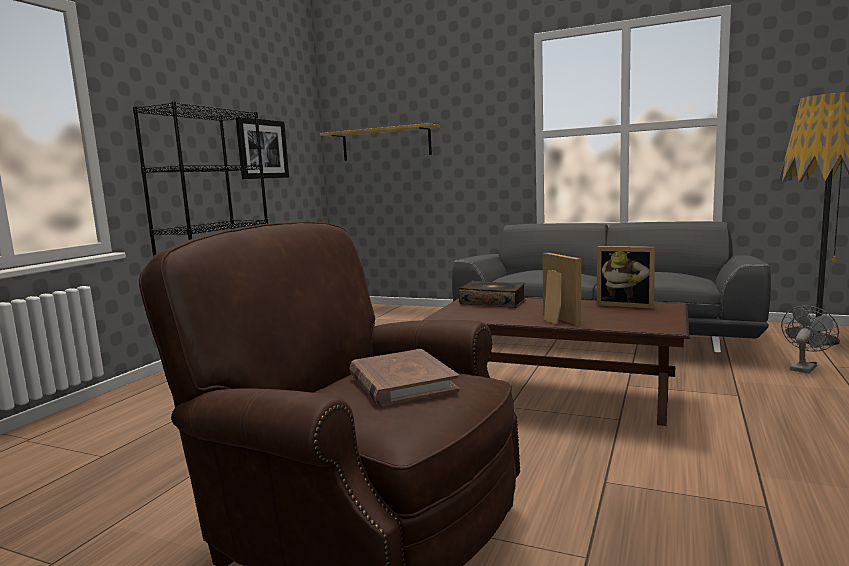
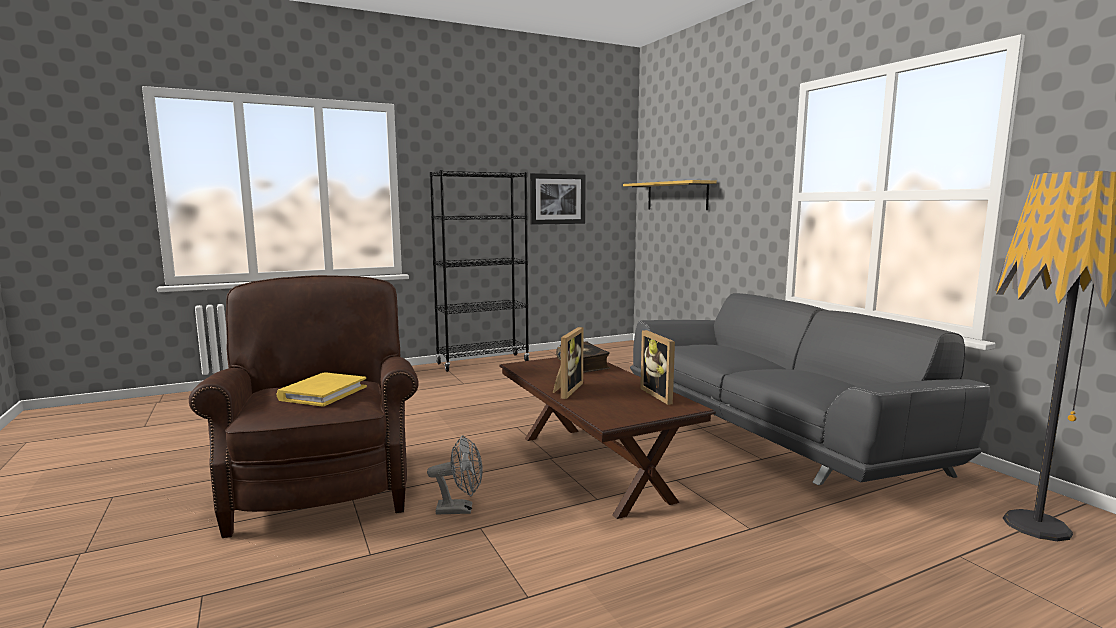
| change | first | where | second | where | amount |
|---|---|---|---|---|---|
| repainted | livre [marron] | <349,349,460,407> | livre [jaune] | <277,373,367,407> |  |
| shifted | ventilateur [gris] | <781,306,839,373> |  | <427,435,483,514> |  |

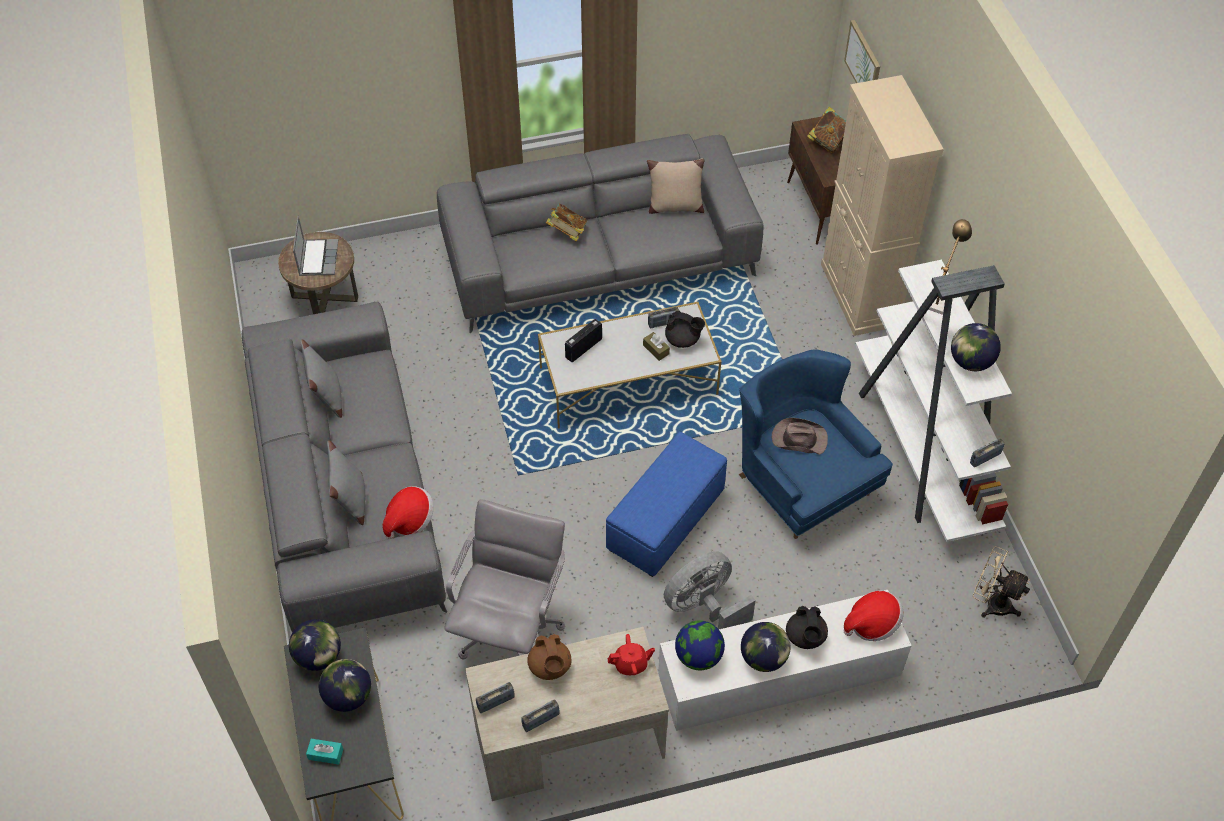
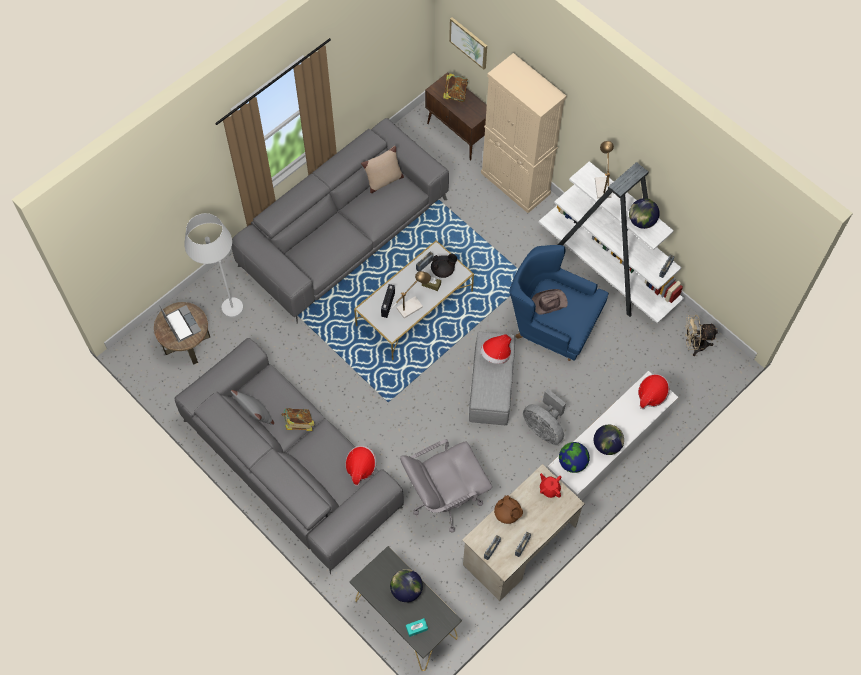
| change | first | where | second | where | amount |
|---|---|---|---|---|---|
| gone | globe | <289,619,341,671> |  |  |  |
| gone | coussin [gris] | <327,440,365,525> |  |  |  |
| rotated | chaise de bureau [gris] | <444,500,565,660> |  | <400,439,492,533> | 105 degrees counterclockwise |
| shifted | livre | <546,203,588,242> |  | <282,408,315,431> |  |
| repainted | pouf [bleu] | <606,432,727,577> | pouf [gris] | <469,331,516,425> |  |
| rotated | théière [rouge] | <608,634,655,675> |  | <540,473,561,498> | 90 degrees counterclockwise |
| rotated | ventilateur [gris] | <664,551,756,629> |  | <523,389,566,445> | 75 degrees counterclockwise |
| gone | théière [noir] | <786,606,828,649> |  |  |  |
| new |  |  | lampadaire [blanc] | <184,213,243,318> |  |
| new |  |  | lampe de table | <392,271,431,318> |  |
| new |  |  | chapeau | <480,334,512,364> |  |

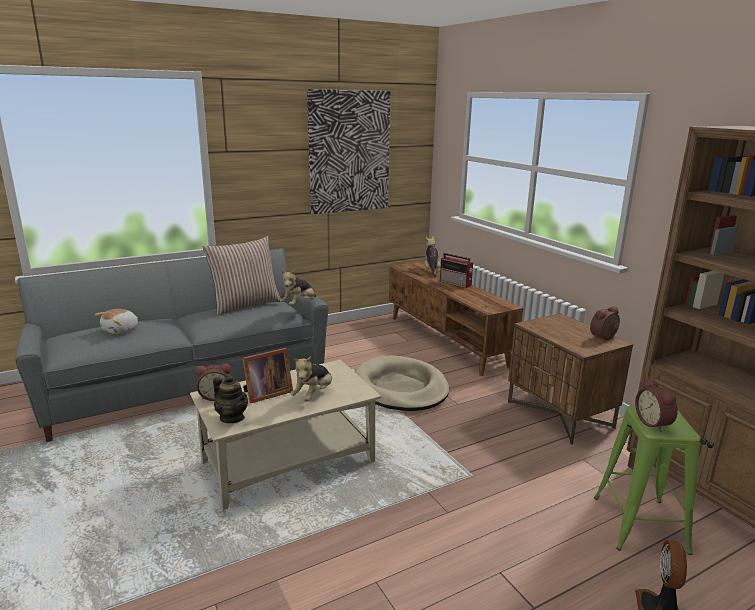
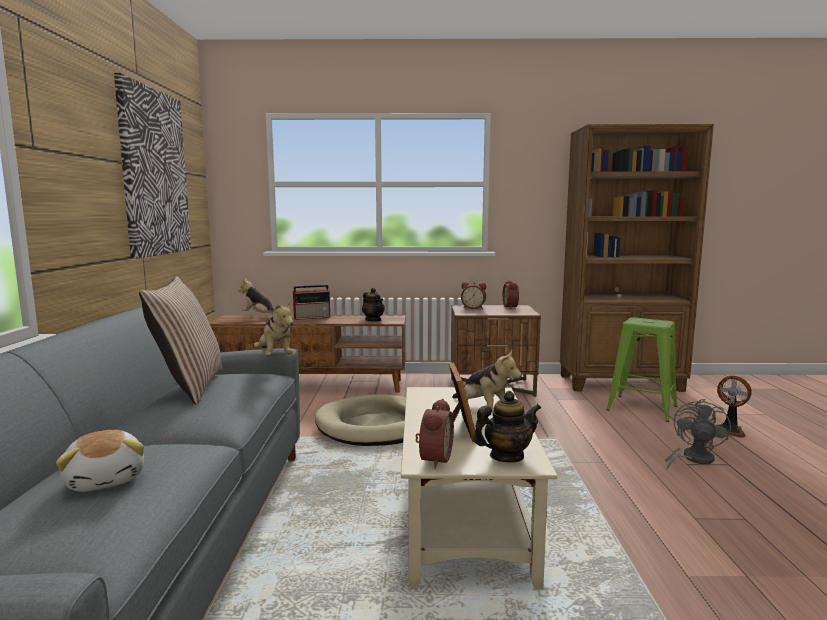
| change | first | where | second | where | amount |
|---|---|---|---|---|---|
| shifted | réveil | <635,378,678,432> |  | <461,282,486,309> |  |
| new |  |  | théière | <362,288,385,322> |  |
| new |  |  | ventilateur [gris] | <665,399,731,469> |  |

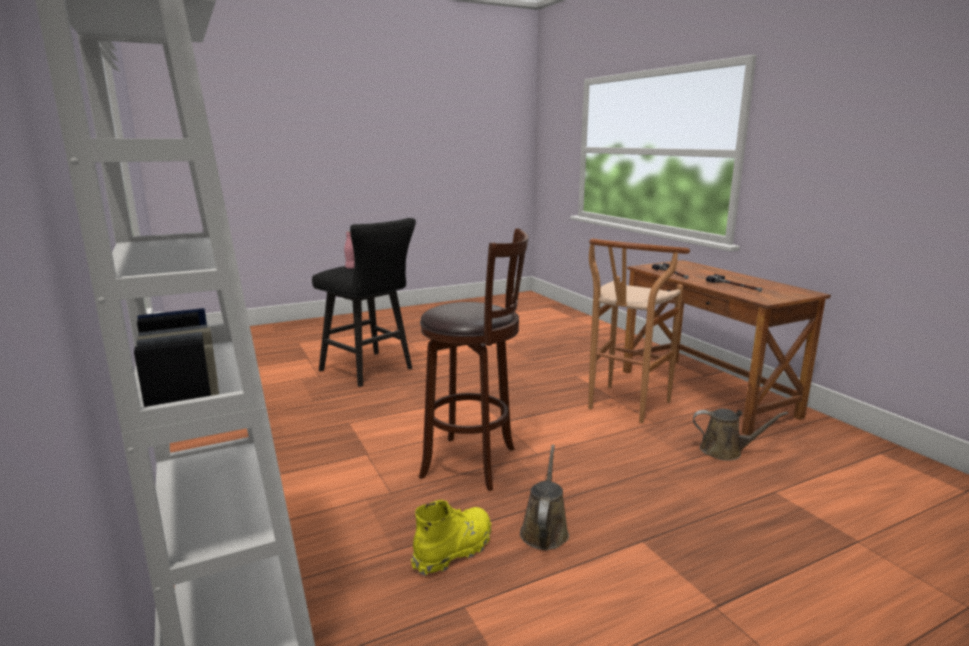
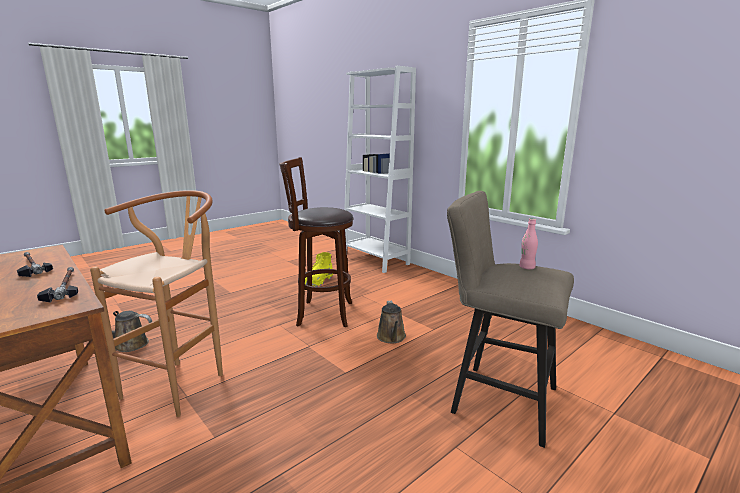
| change | first | where | second | where | amount |
|---|---|---|---|---|---|
| repainted | tabouret [noir] | <312,218,416,387> | tabouret [beige] | <447,191,574,448> |  |
| shifted | arrosoir [marron] | <520,444,569,550> |  | <377,300,406,343> |  |

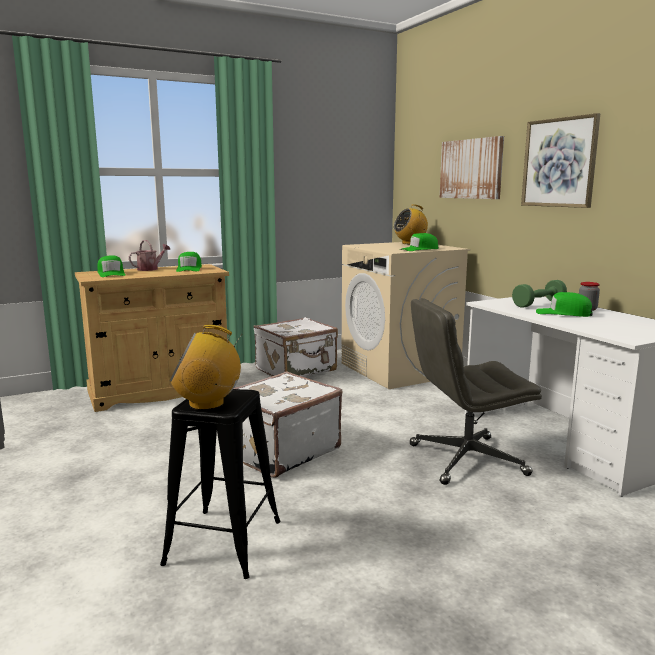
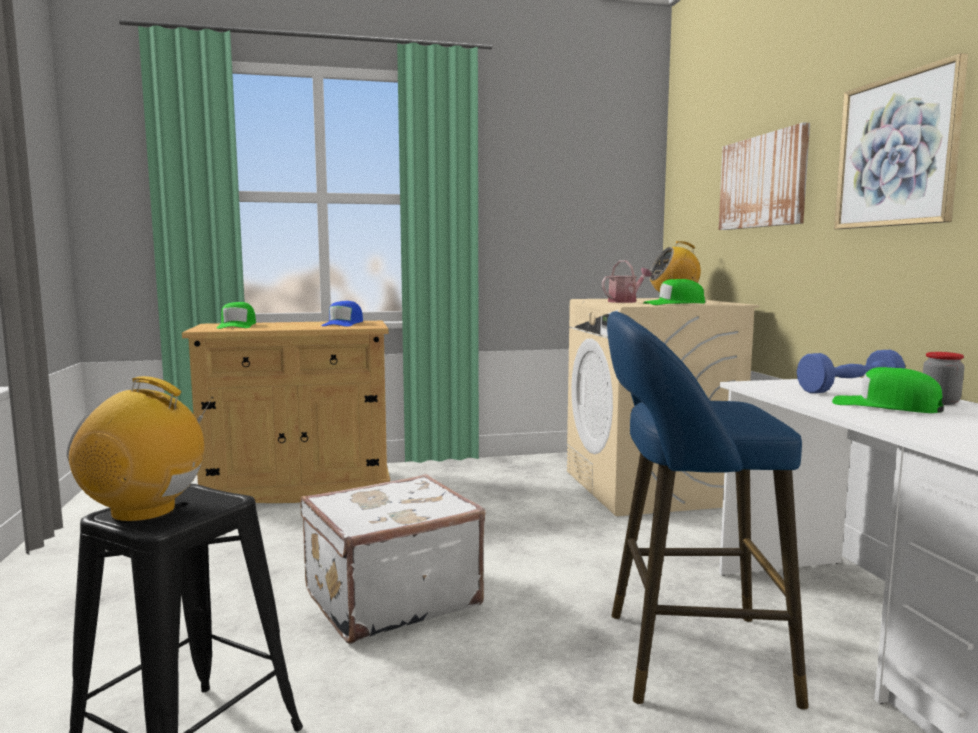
| change | first | where | second | where | amount |
|---|---|---|---|---|---|
| shifted | arrosoir | <129,240,170,271> |  | <602,261,652,303> |  |
| repainted | casquette [vert] | <176,252,202,272> | casquette [bleu] | <321,301,363,327> |  |
| gone | valise [blanc] | <254,317,338,377> |  |  |  |
| swapped | chaise de bureau [gris] | <409,298,542,485> | tabouret [bleu] | <607,311,808,709> |  |
| repainted | haltère [vert] | <512,280,567,307> | haltère [bleu] | <797,350,905,393> |  |

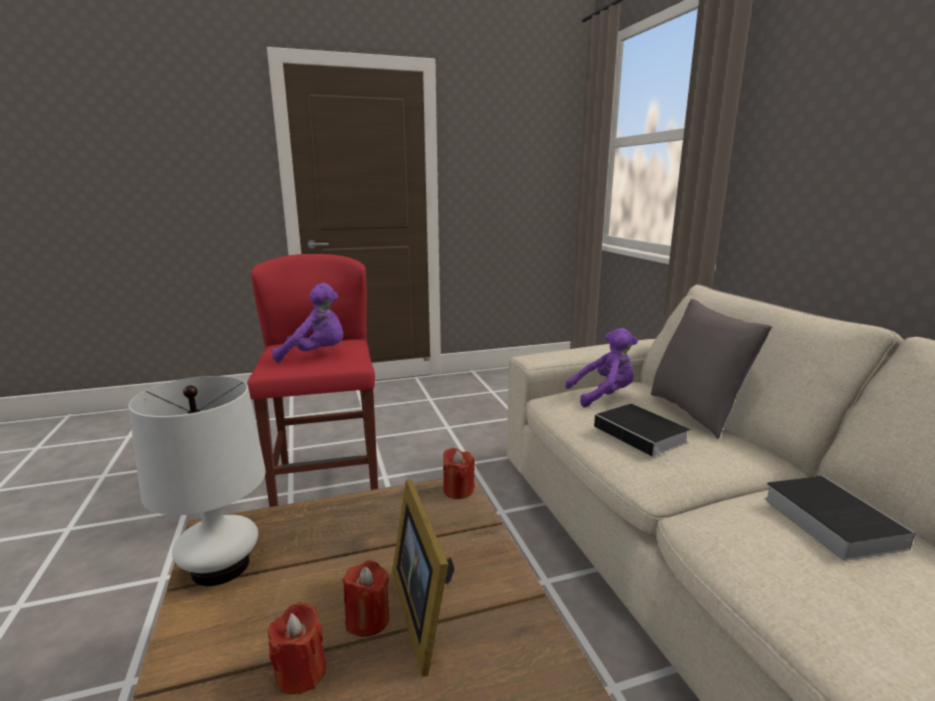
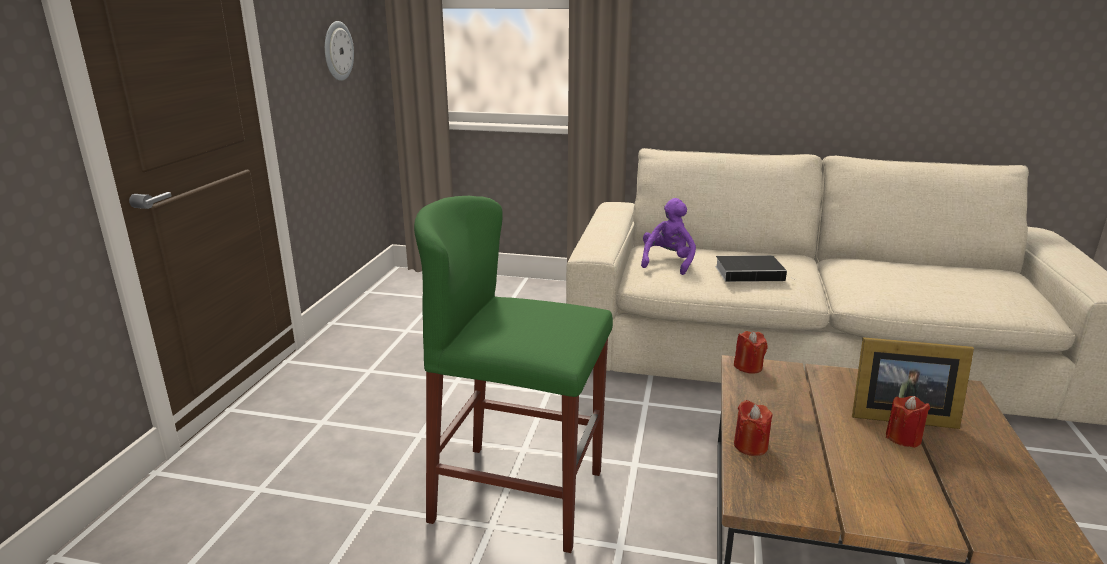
| change | first | where | second | where | amount |
|---|---|---|---|---|---|
| gone | lampe de table [blanc] | <128,376,266,586> |  |  |  |
| repainted | tabouret [rouge] | <247,254,378,507> | tabouret [vert] | <414,196,613,553> |  |
| shifted | bougie [rouge] | <267,602,326,695> |  | <734,400,773,456> |  |
| gone | peluche [violet] | <272,283,343,362> |  |  |  |
| gone | coussin [gris] | <651,299,772,439> |  |  |  |
| gone | livre | <764,476,915,561> |  |  |  |
| new |  |  | horloge murale | <325,21,354,81> |  |

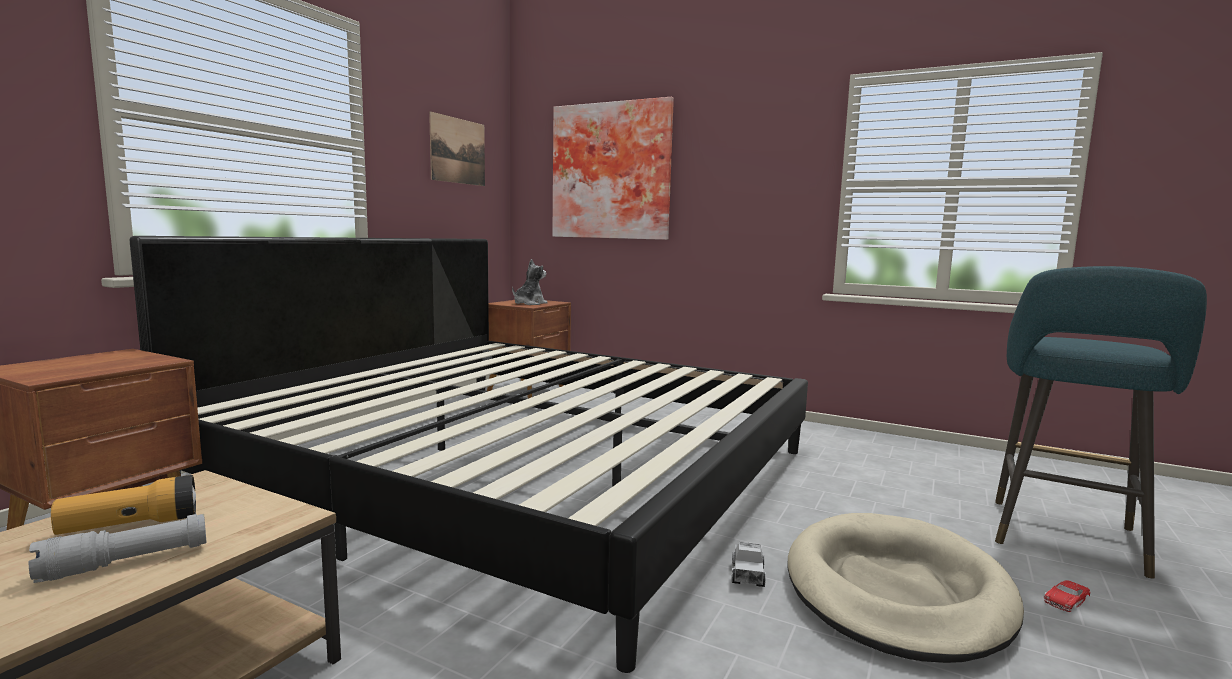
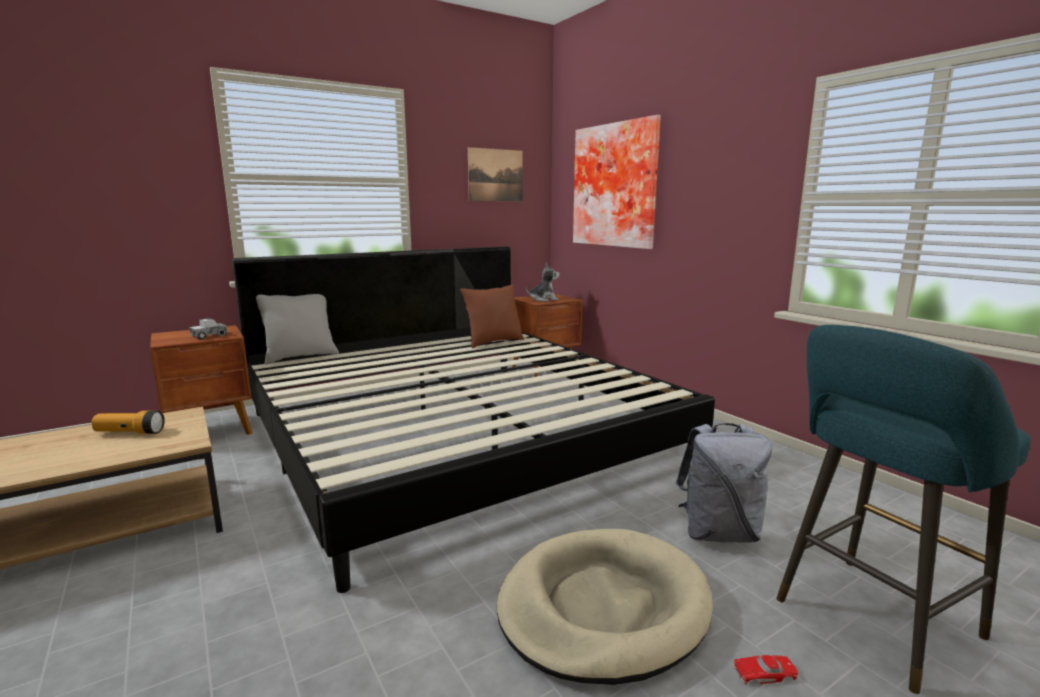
| change | first | where | second | where | amount |
|---|---|---|---|---|---|
| gone | lampe de poche [gris] | <28,514,207,583> |  |  |  |
| shifted | camion jouet | <732,542,766,587> |  | <189,318,228,339> |  |
| new |  |  | coussin [gris] | <256,294,339,365> |  |
| new |  |  | coussin [marron] | <460,285,524,348> |  |
| new |  |  | sac à dos [gris] | <676,423,772,543> |  |

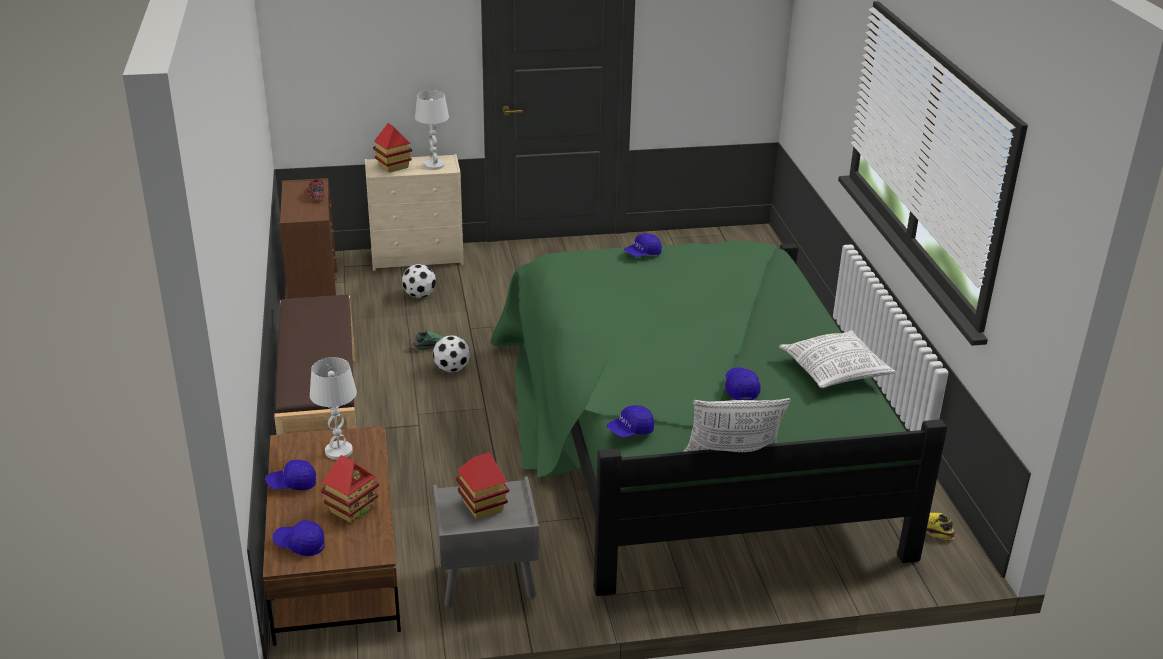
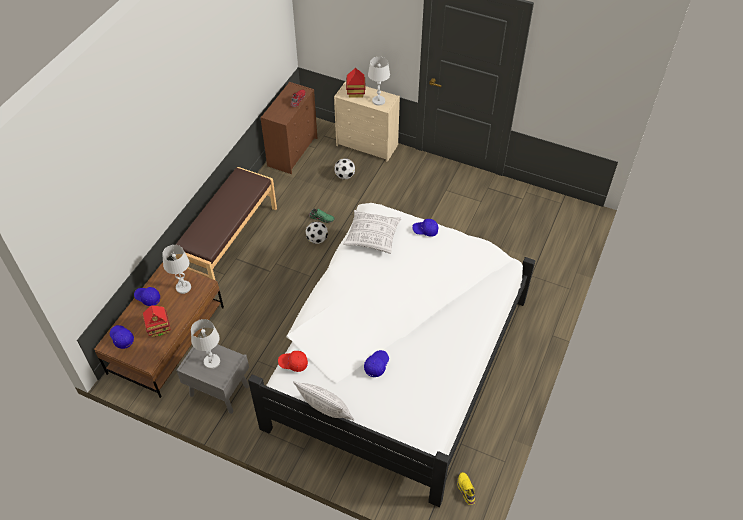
| change | first | where | second | where | amount |
|---|---|---|---|---|---|
| swapped | maison miniature | <456,452,509,519> | lampe de table [blanc] | <191,319,220,369> |  |
| repainted | lit [vert] | <490,240,947,596> | lit [blanc] | <248,203,535,507> |  |
| repainted | casquette [bleu] | <607,405,654,438> | casquette [rouge] | <278,351,308,372> |  |
| shifted | coussin | <779,330,896,388> |  | <343,210,402,254> |  |

